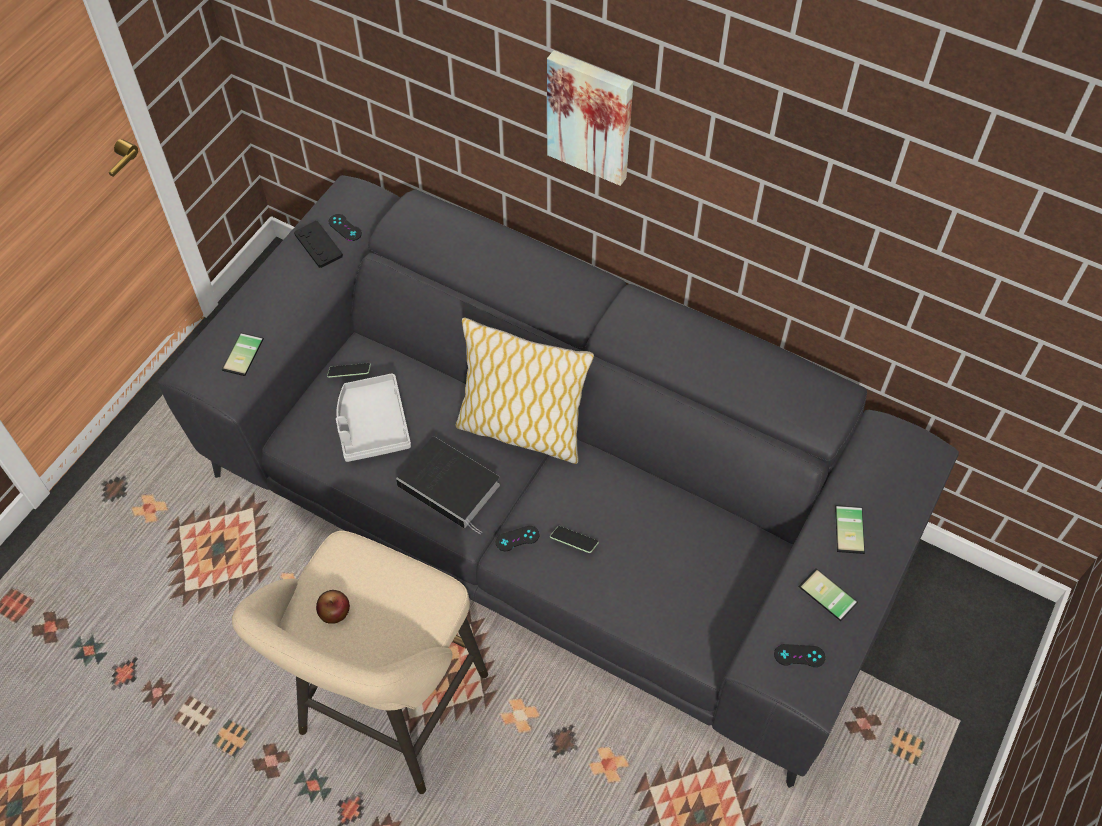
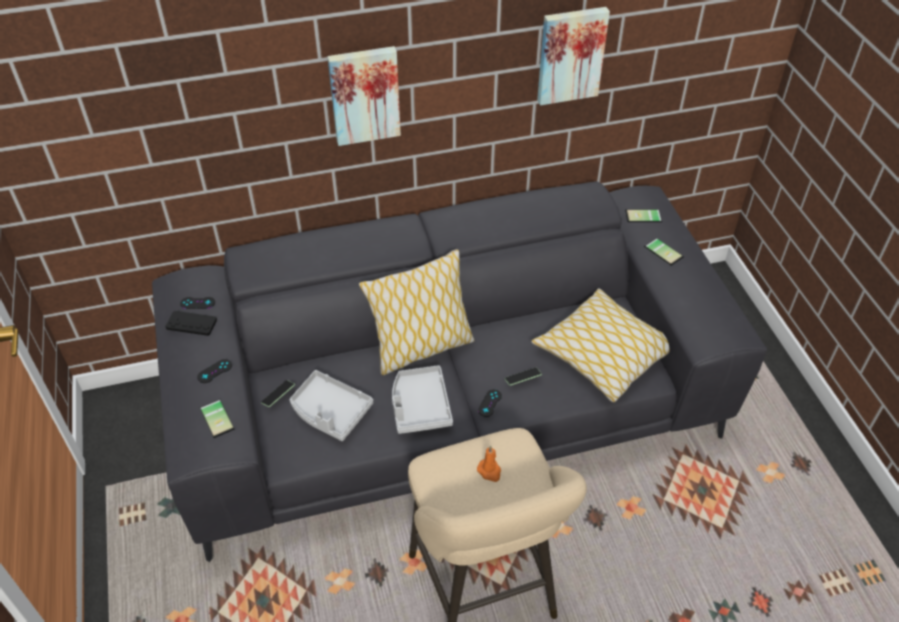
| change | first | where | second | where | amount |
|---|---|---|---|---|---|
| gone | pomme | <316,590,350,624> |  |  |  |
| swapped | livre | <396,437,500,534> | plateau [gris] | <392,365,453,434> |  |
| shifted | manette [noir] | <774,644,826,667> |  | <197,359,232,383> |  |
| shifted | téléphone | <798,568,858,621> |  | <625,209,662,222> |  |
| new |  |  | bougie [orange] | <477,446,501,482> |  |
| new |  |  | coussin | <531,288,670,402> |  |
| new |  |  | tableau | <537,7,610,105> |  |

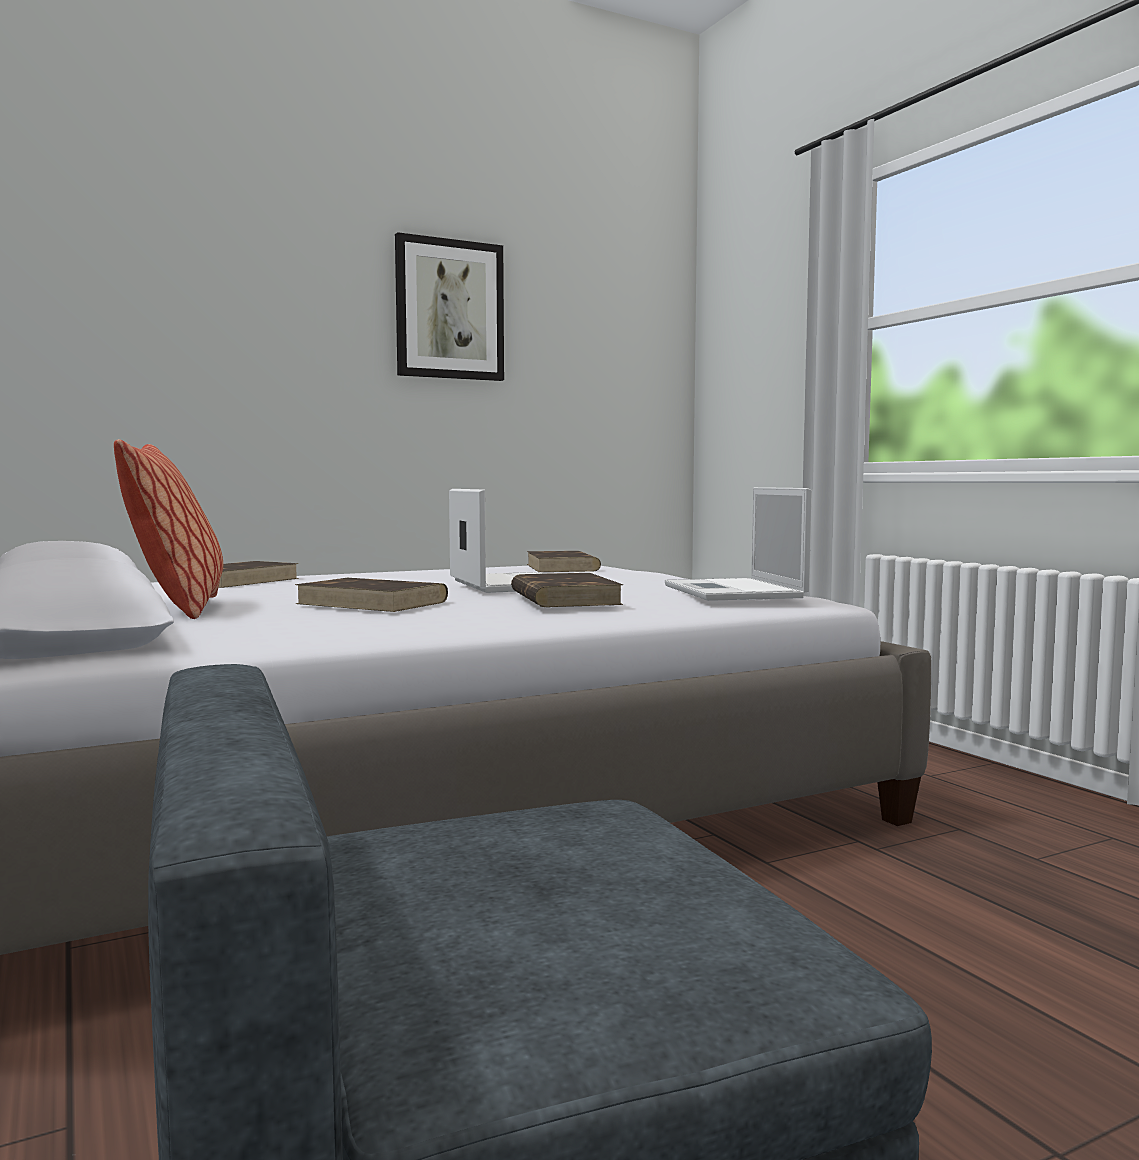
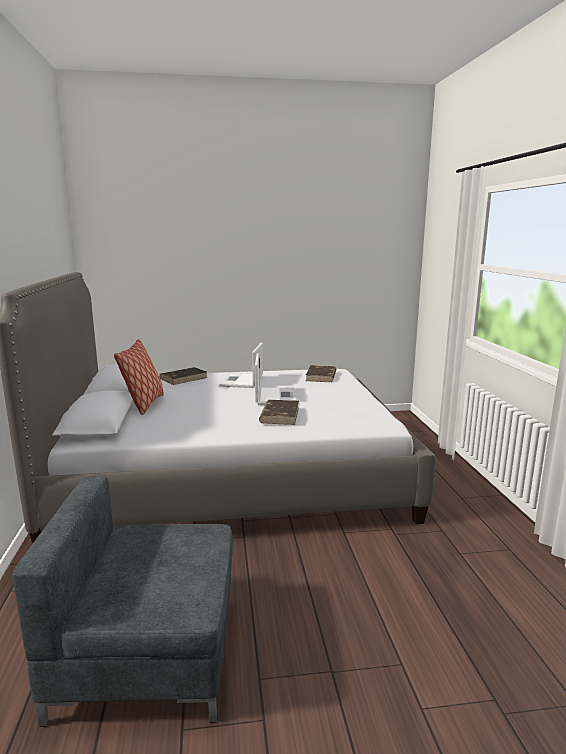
| change | first | where | second | where | amount |
|---|---|---|---|---|---|
| gone | livre [marron] | <295,578,448,612> |  |  |  |
| gone | tableau | <395,232,504,381> |  |  |  |
| shifted | ordinateur portable | <665,487,812,601> |  | <219,343,263,388> |  |

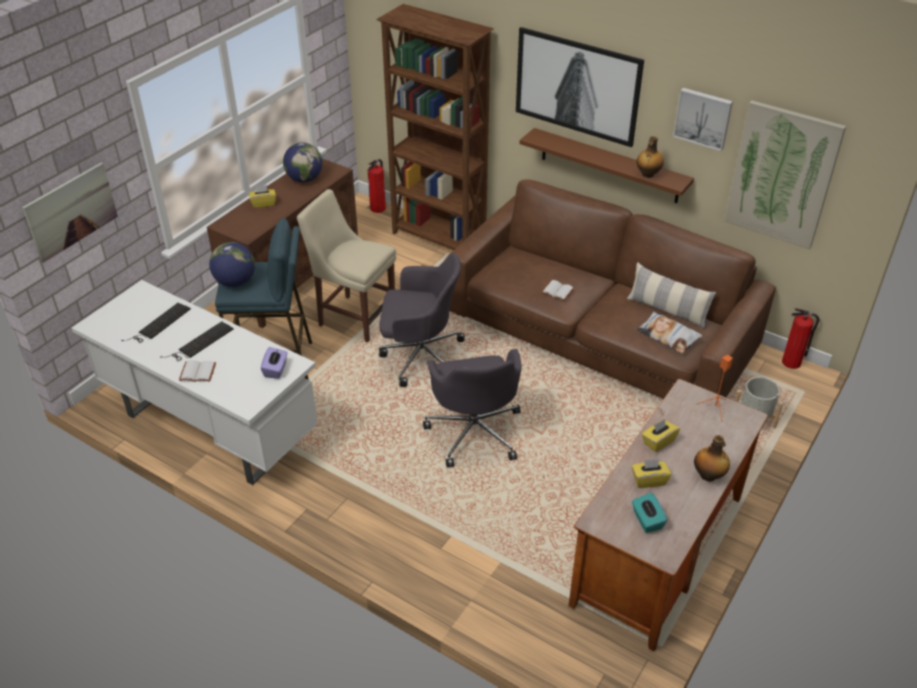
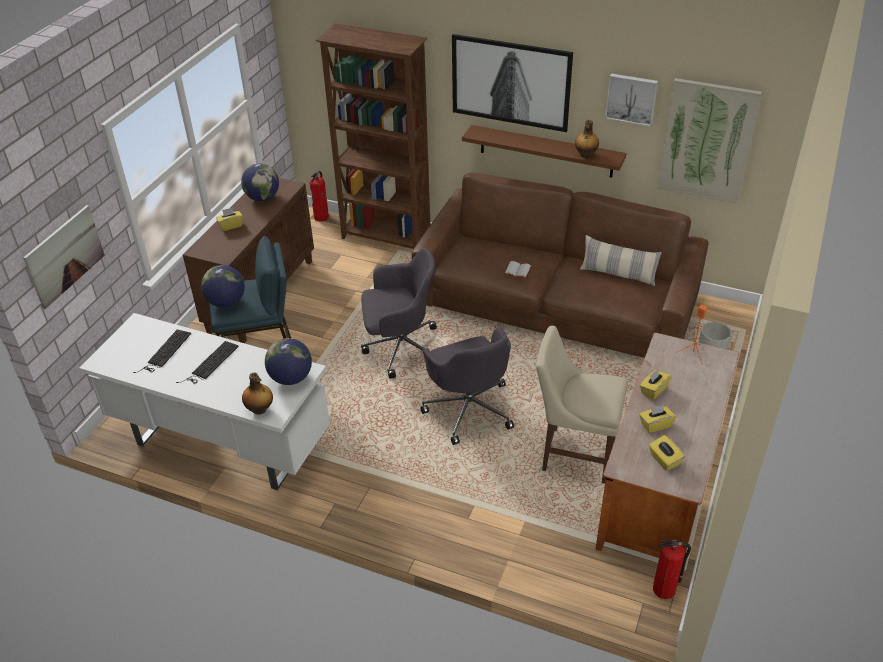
| change | first | where | second | where | amount |
|---|---|---|---|---|---|
| gone | livre [blanc] | <179,360,216,382> |  |  |  |
| swapped | boîte à mouchoirs [violet] | <261,347,288,379> | globe | <265,338,312,385> |  |
| shifted | chaise [beige] | <297,189,396,342> |  | <536,326,628,484> |  |
| repainted | boîte à mouchoirs [turquoise] | <632,493,667,533> | boîte à mouchoirs [jaune] | <649,435,685,471> |  |
| gone | coussin | <637,311,702,354> |  |  |  |
| shifted | bouteille | <694,435,730,482> |  | <242,372,273,415> |  |
| shifted | extincteur | <782,308,820,369> |  | <653,540,691,599> |  |

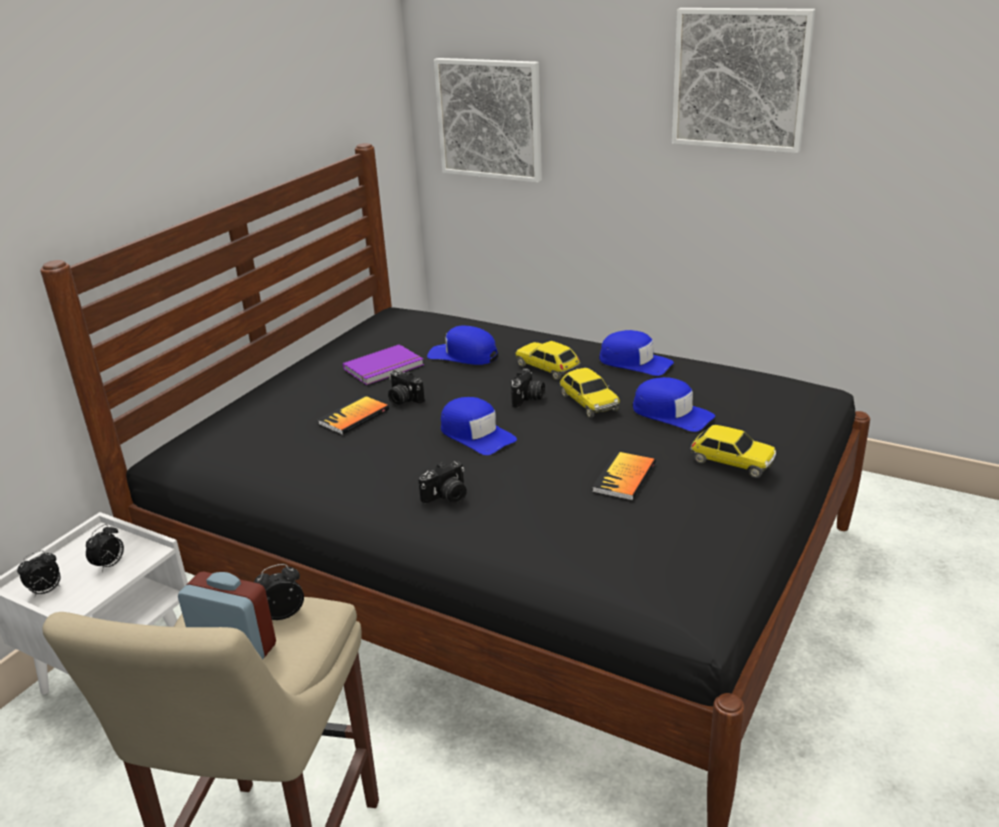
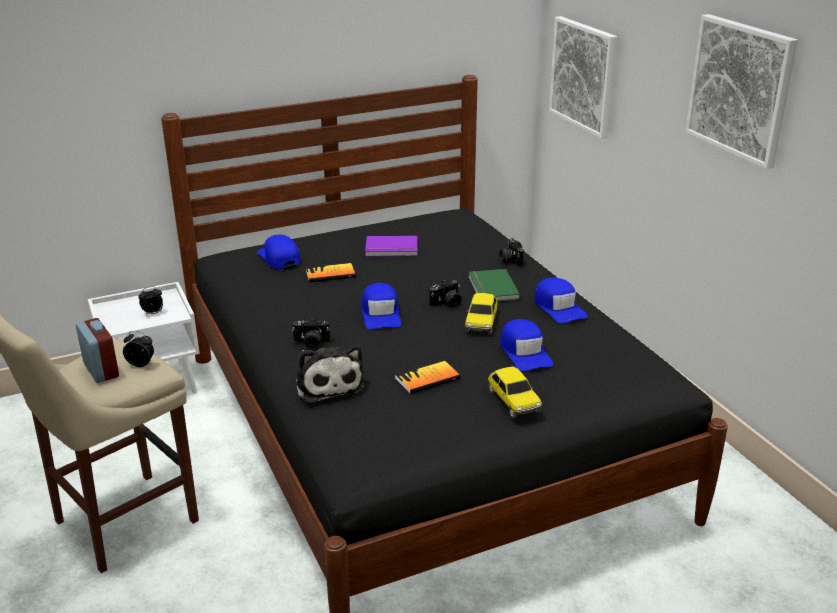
| change | first | where | second | where | amount |
|---|---|---|---|---|---|
| gone | réveil | <17,550,60,598> |  |  |  |
| shifted | appareil photo | <388,370,425,405> |  | <499,238,524,267> |  |
| shifted | casquette [bleu] | <427,326,498,365> |  | <257,235,301,270> |  |
| swapped | petite voiture | <515,341,581,380> | livre [vert] | <469,269,520,301> |  |
| new |  |  | peluche | <295,345,364,404> |  |

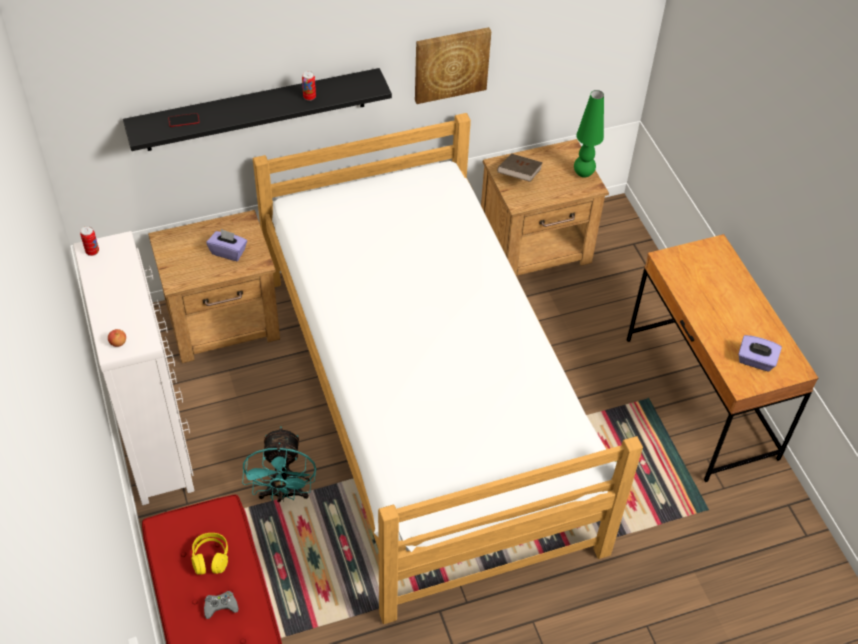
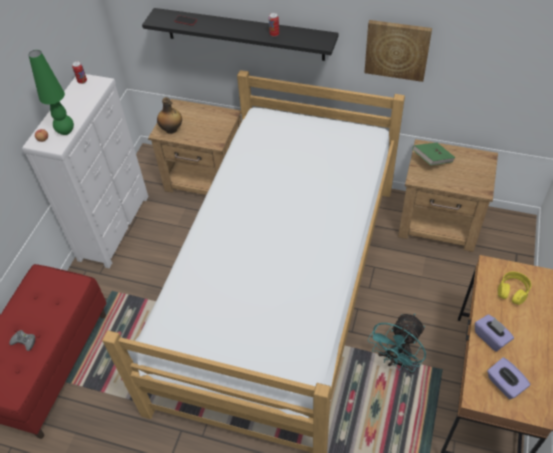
| change | first | where | second | where | amount |
|---|---|---|---|---|---|
| shifted | casque audio [jaune] | <191,533,228,575> |  | <498,272,531,305> |  |
| shifted | boîte à mouchoirs [violet] | <207,229,247,261> |  | <475,314,514,352> |  |
| shifted | ventilateur [turquoise] | <242,427,316,502> |  | <368,314,426,374> |  |
| repainted | livre [marron] | <497,154,543,182> | livre [vert] | <412,143,456,165> |  |
| shifted | lampe de table [vert] | <574,90,604,178> |  | <29,50,74,135> |  |
| new |  |  | bouteille | <157,97,182,134> |  |

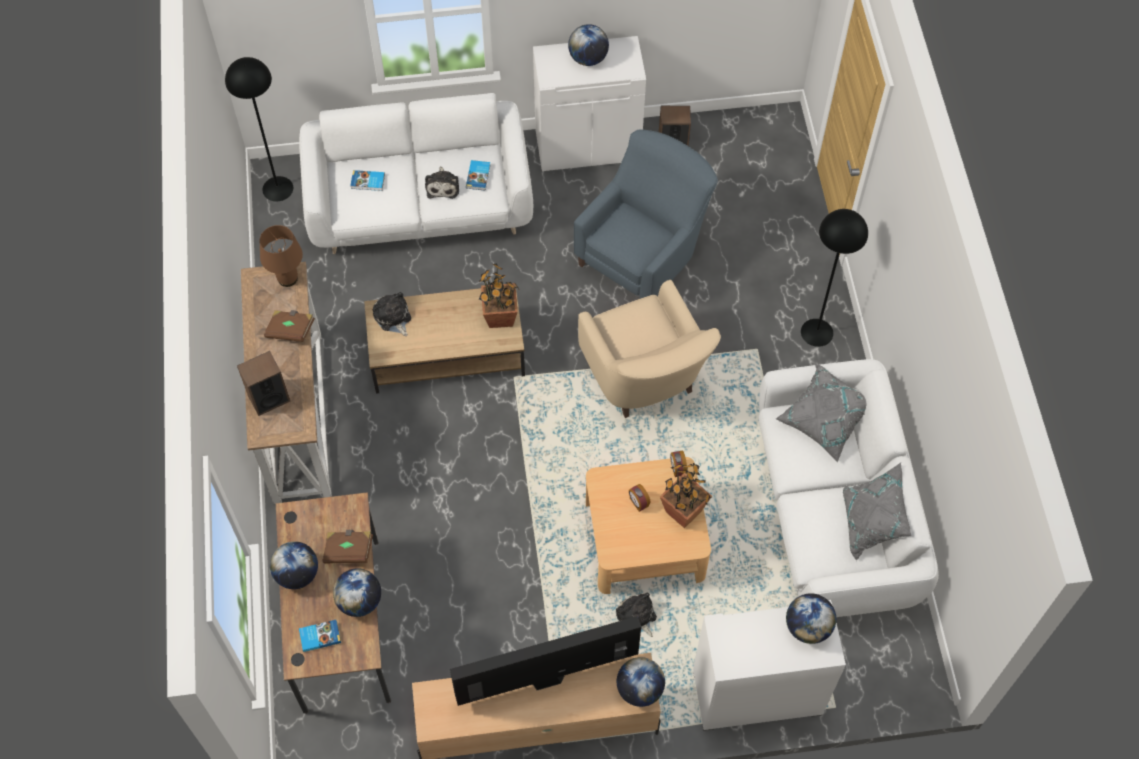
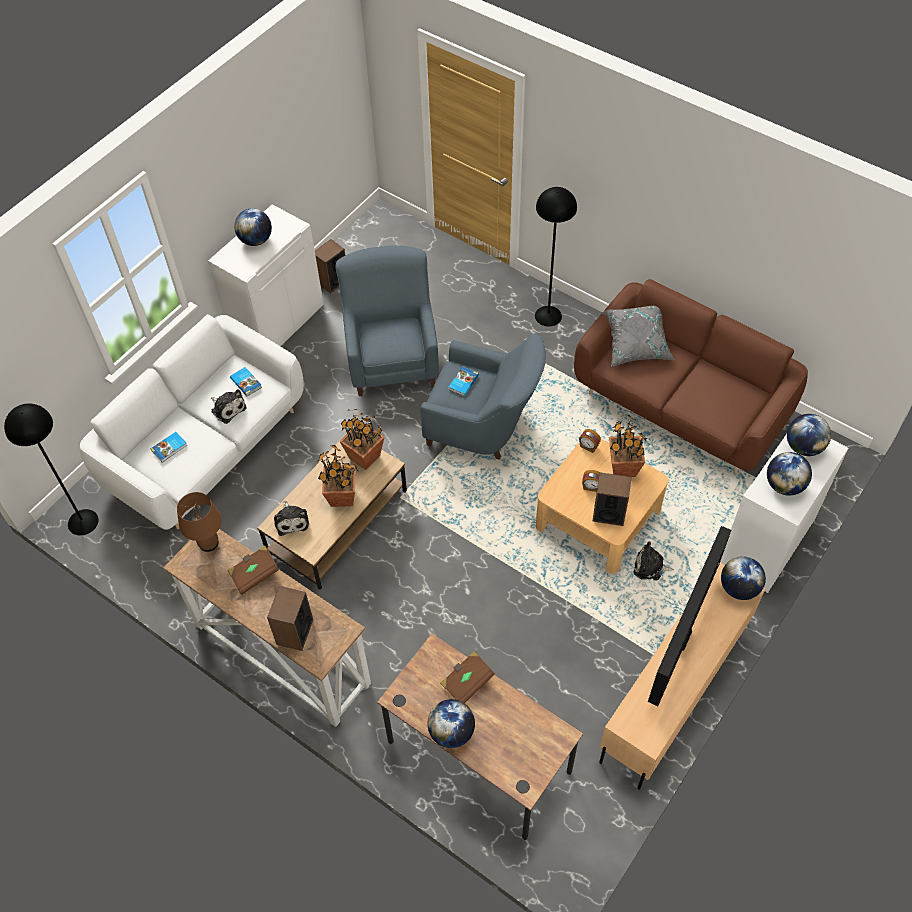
| change | first | where | second | where | amount |
|---|---|---|---|---|---|
| shifted | livre | <299,620,341,652> |  | <448,367,479,396> |  |
| shifted | globe | <333,568,381,617> |  | <767,452,812,496> |  |
| rotated | peluche | <373,292,411,336> |  | <274,501,309,536> | 120 degrees counterclockwise |
| repainted | fauteuil [beige] | <578,280,721,418> | fauteuil [bleu] | <420,333,546,460> |  |
| repainted | canapé [blanc] | <758,359,939,617> | canapé [marron] | <574,279,808,474> |  |
| gone | coussin [gris] | <843,462,911,561> |  |  |  |
| new |  |  | plante en pot | <317,445,359,507> |  |
| new |  |  | enceinte | <592,472,632,526> |  |

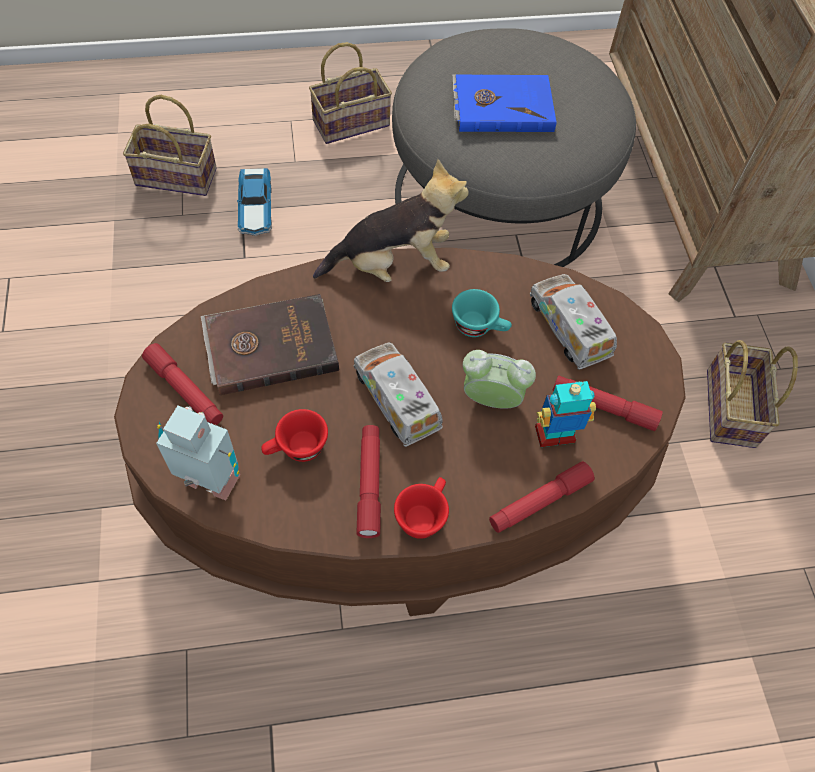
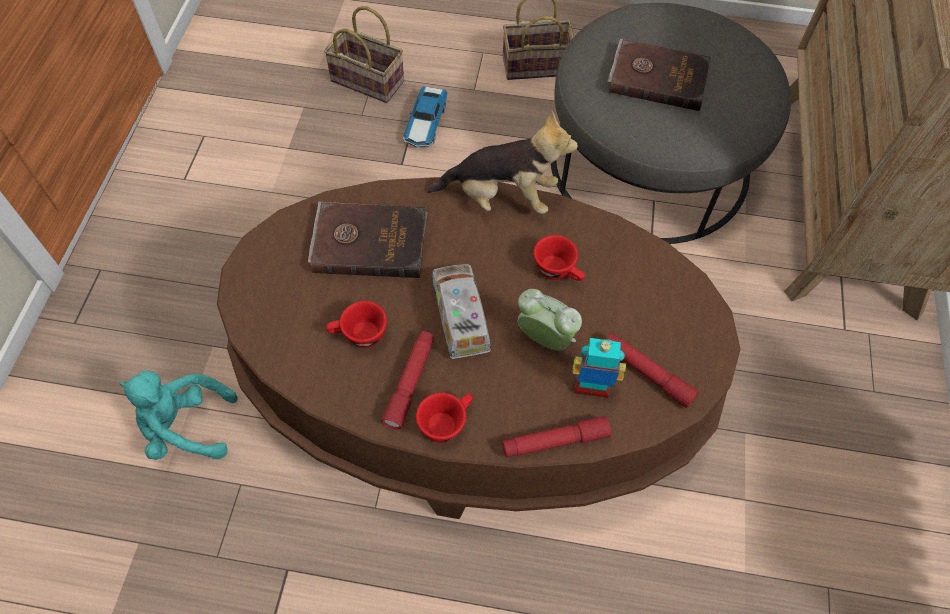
| change | first | where | second | where | amount |
|---|---|---|---|---|---|
| gone | lampe de poche [rouge] | <142,343,223,425> |  |  |  |
| gone | robot jouet | <156,406,240,500> |  |  |  |
| repainted | livre [bleu] | <452,74,557,132> | livre [marron] | <608,39,711,111> |  |
| repainted | tasse [turquoise] | <452,289,512,337> | tasse [rouge] | <534,235,585,281> |  |
| gone | camion jouet | <530,274,617,370> |  |  |  |
| gone | panier | <707,340,798,448> |  |  |  |
| new |  |  | peluche [turquoise] | <120,371,238,460> |  |

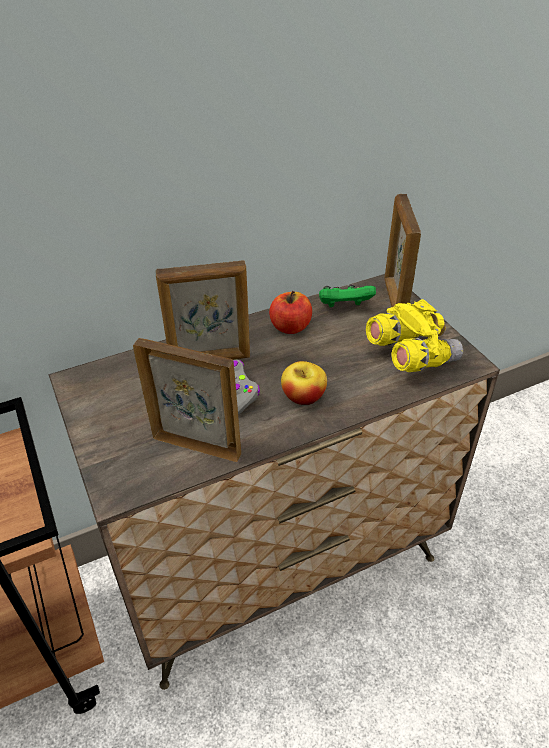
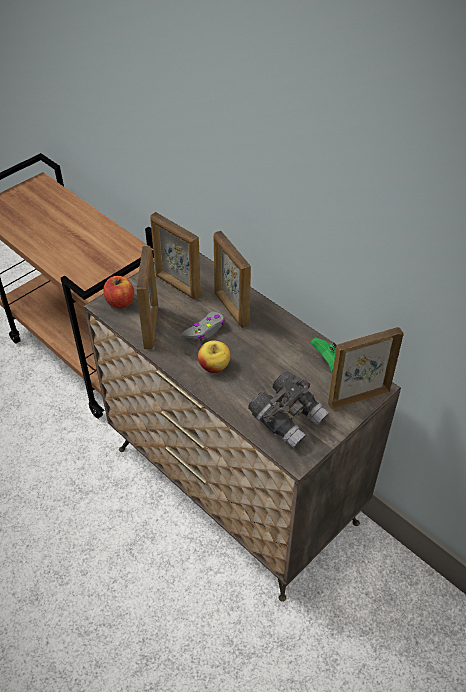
| change | first | where | second | where | amount |
|---|---|---|---|---|---|
| shifted | pomme | <269,291,312,334> |  | <103,276,134,308> |  |
| repainted | jumelles [jaune] | <366,299,463,372> | jumelles [gris] | <248,371,329,448> |  |
| new |  |  | cadre photo | <150,212,201,300> |  |

